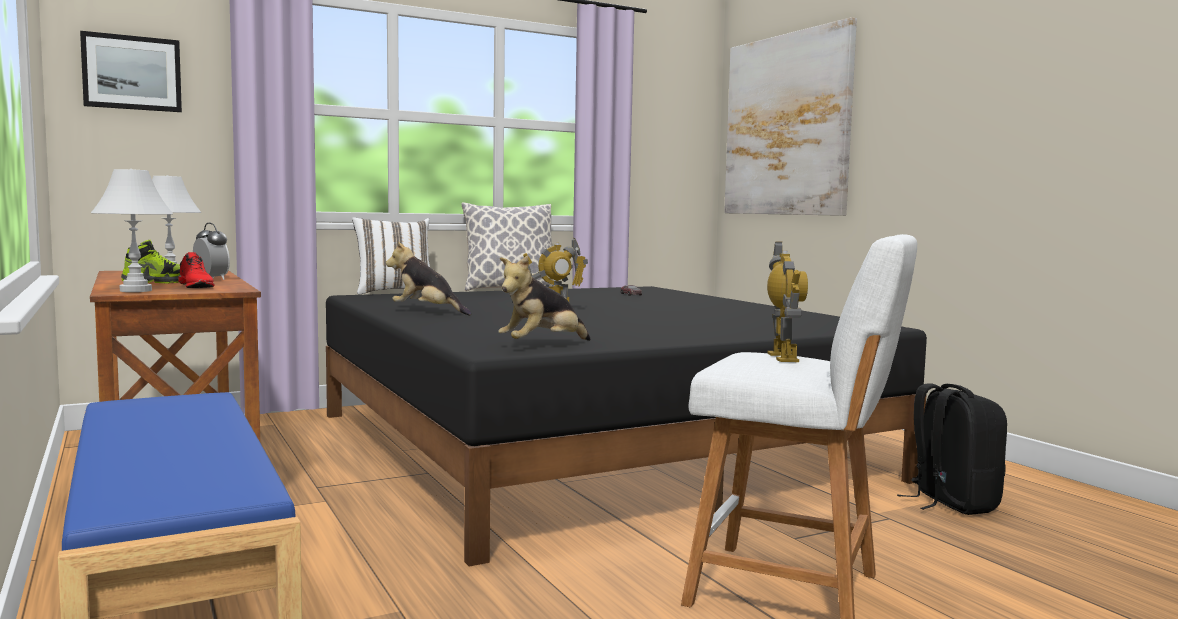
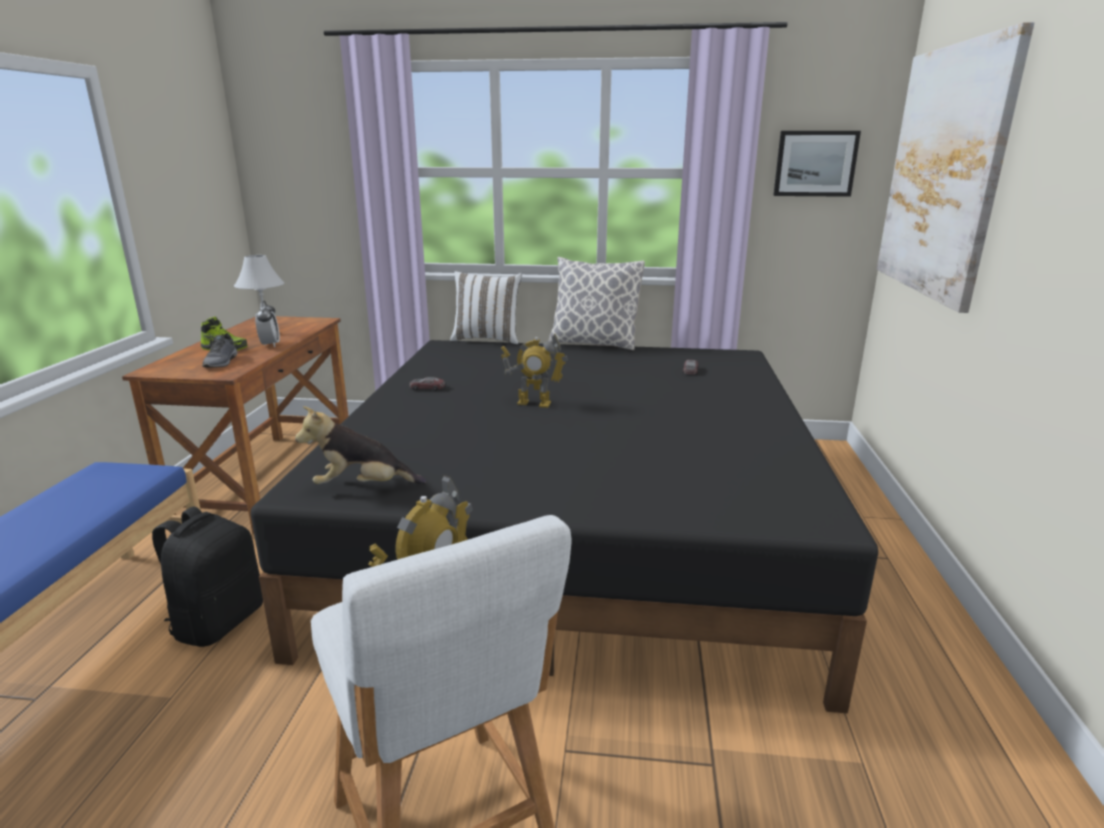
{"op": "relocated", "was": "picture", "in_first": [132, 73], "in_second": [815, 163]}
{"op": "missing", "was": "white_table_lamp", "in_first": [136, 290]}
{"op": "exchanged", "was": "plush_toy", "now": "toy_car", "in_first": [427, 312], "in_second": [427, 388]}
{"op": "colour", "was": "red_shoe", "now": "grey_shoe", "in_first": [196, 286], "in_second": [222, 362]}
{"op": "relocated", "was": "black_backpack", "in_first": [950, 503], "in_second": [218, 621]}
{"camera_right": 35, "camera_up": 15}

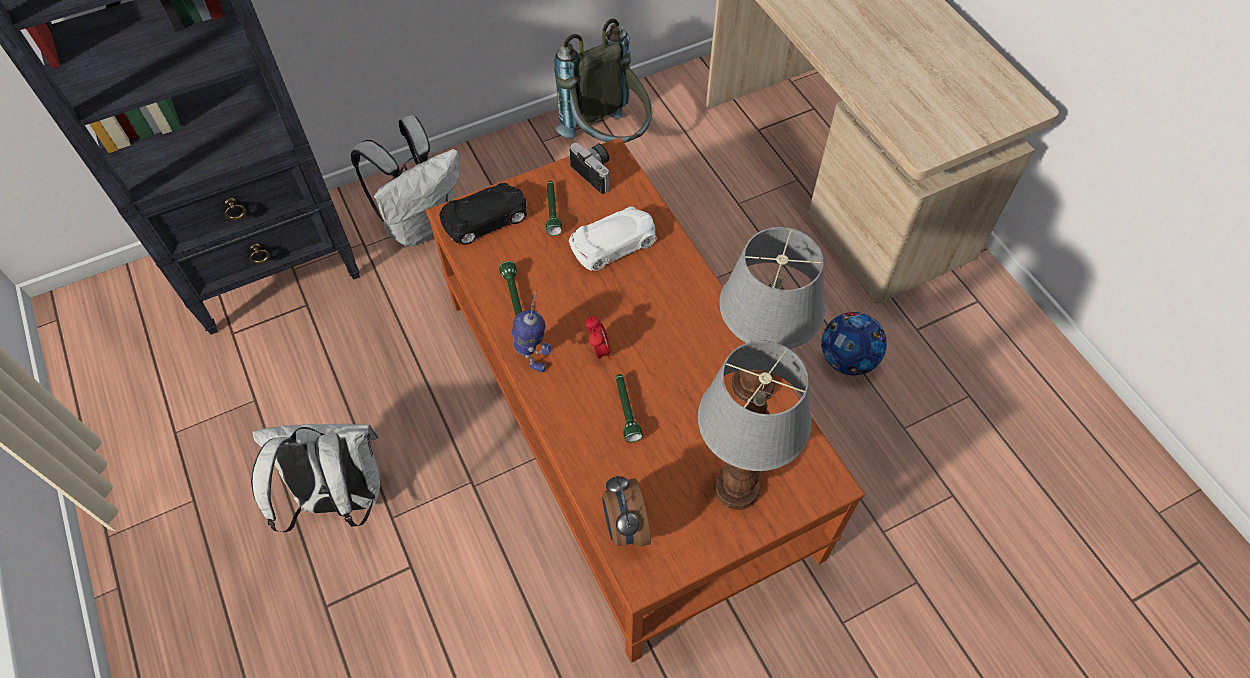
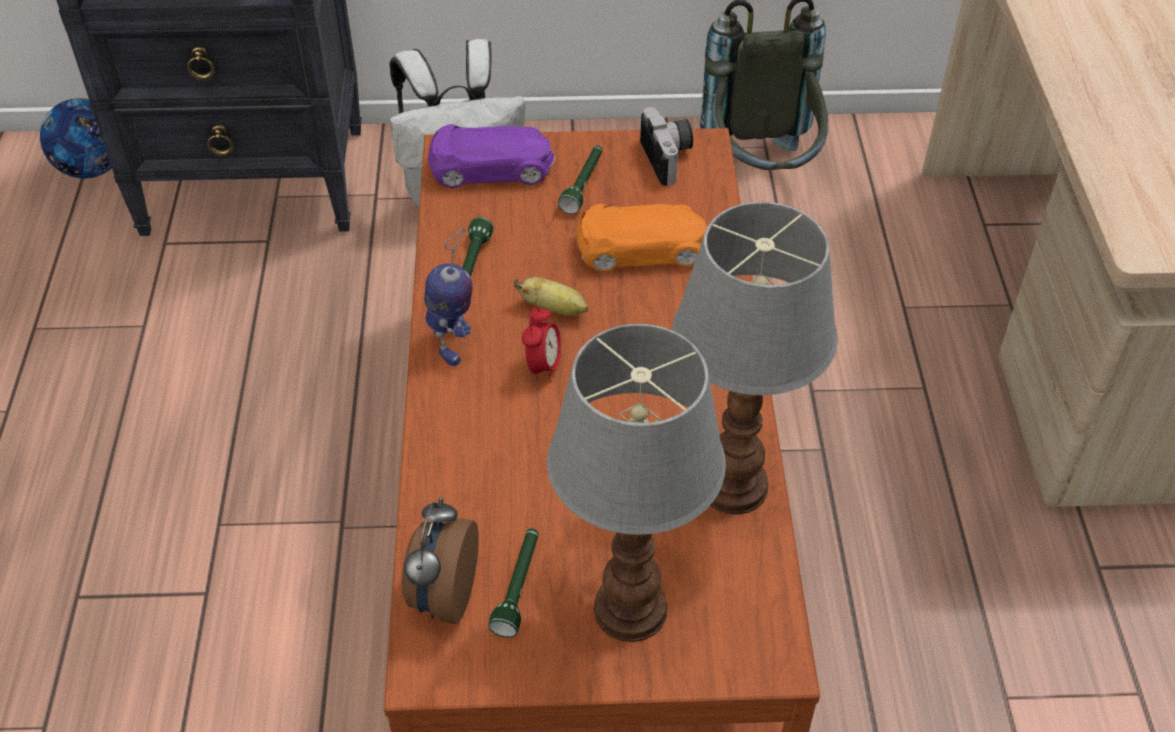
{"op": "colour", "was": "black_toy_car", "now": "purple_toy_car", "in_first": [486, 219], "in_second": [492, 168]}
{"op": "colour", "was": "white_toy_car", "now": "orange_toy_car", "in_first": [614, 244], "in_second": [642, 249]}
{"op": "relocated", "was": "football", "in_first": [847, 359], "in_second": [93, 169]}
{"op": "relocated", "was": "green_flashlight", "in_first": [626, 410], "in_second": [518, 587]}
{"op": "missing", "was": "white_backpack", "in_first": [339, 499]}
{"op": "appeared", "now": "banana", "in_second": [554, 309]}
{"camera_right": 25, "camera_up": -10}

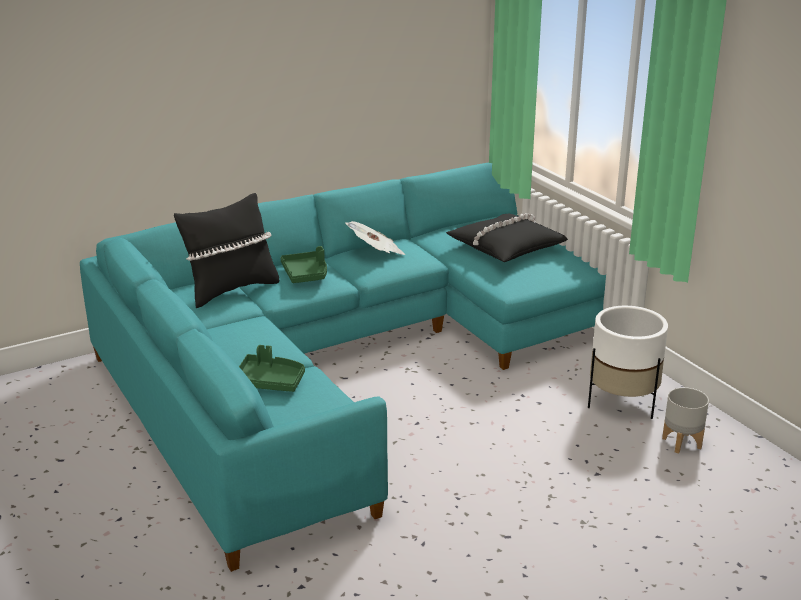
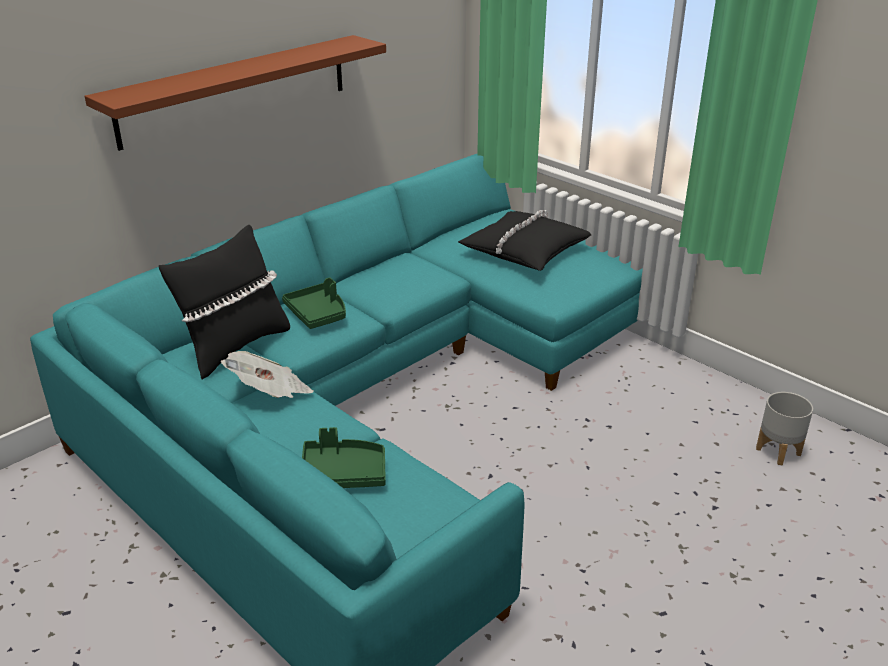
{"op": "relocated", "was": "newspaper", "in_first": [376, 252], "in_second": [270, 393]}
{"op": "missing", "was": "white_planter", "in_first": [622, 403]}
{"op": "appeared", "now": "brown_shelf", "in_second": [236, 90]}
{"camera_right": -15, "camera_up": 5}

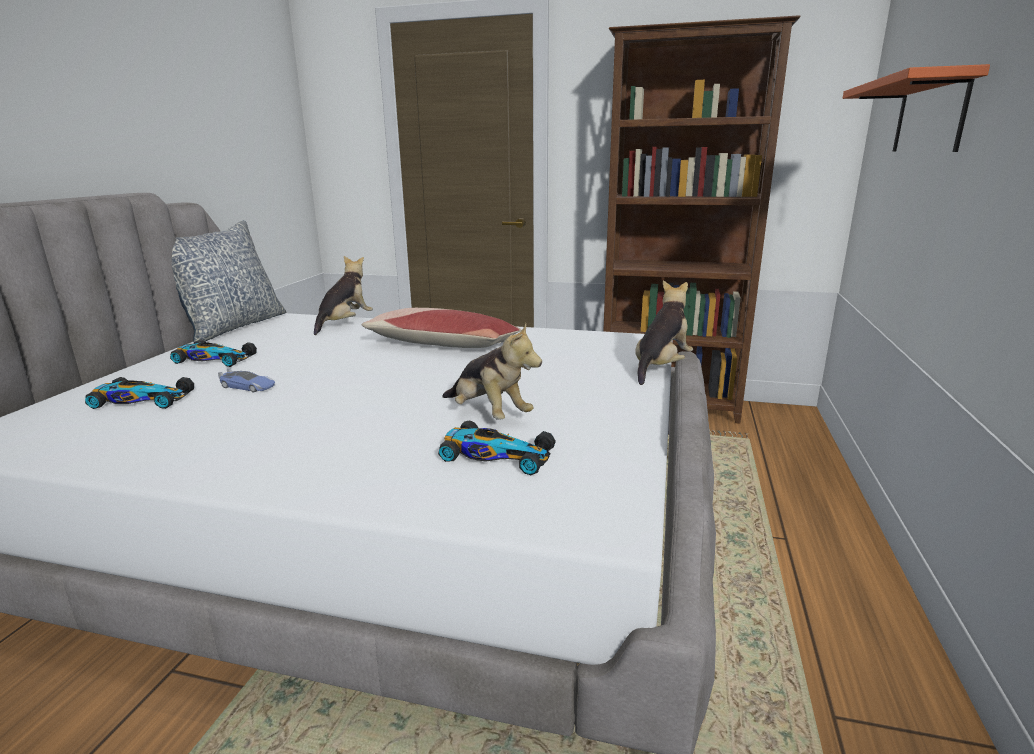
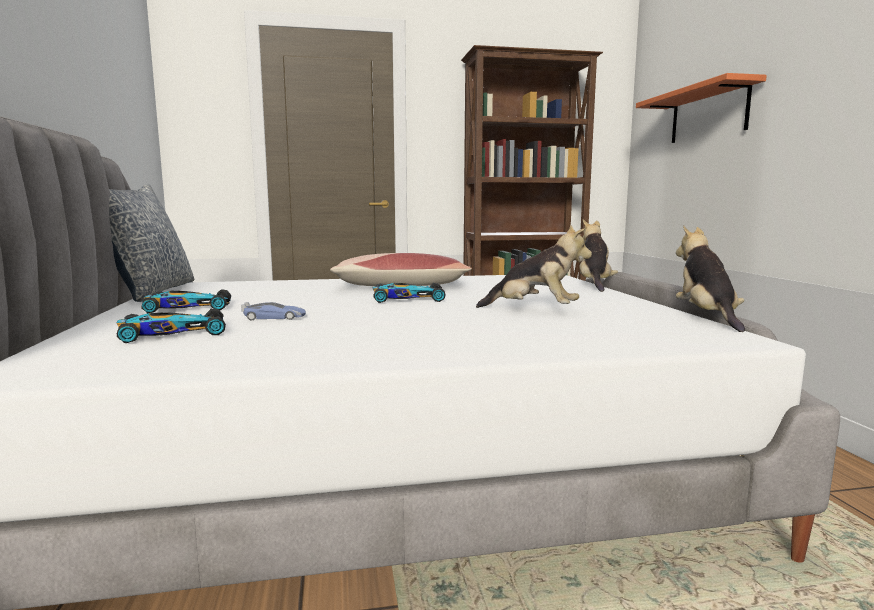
{"op": "relocated", "was": "plush_toy", "in_first": [345, 323], "in_second": [706, 317]}
{"op": "relocated", "was": "toy_car", "in_first": [495, 455], "in_second": [406, 299]}
{"camera_right": -25, "camera_up": -10}

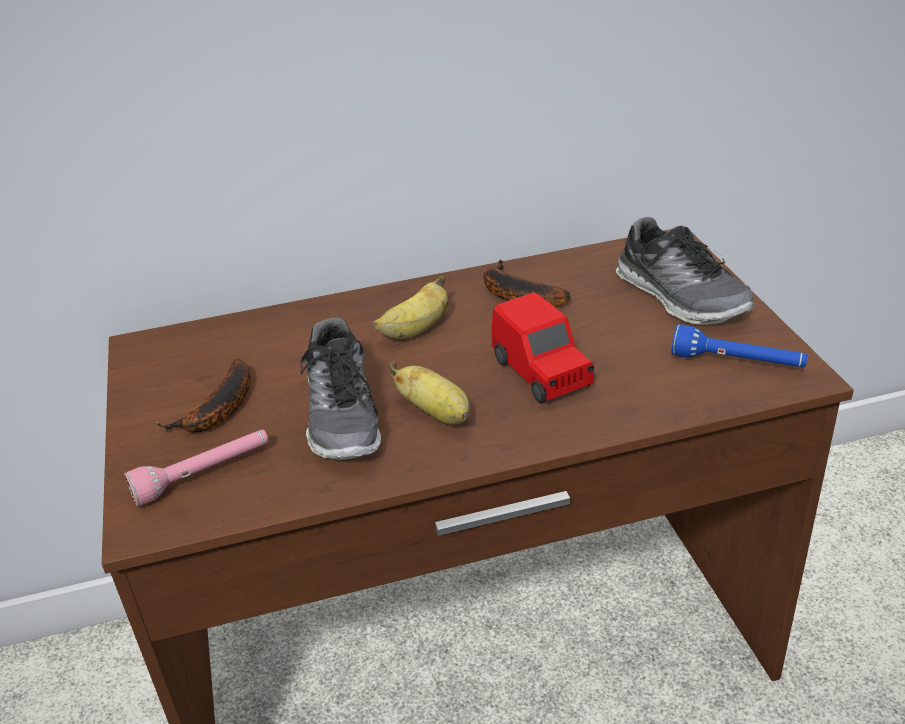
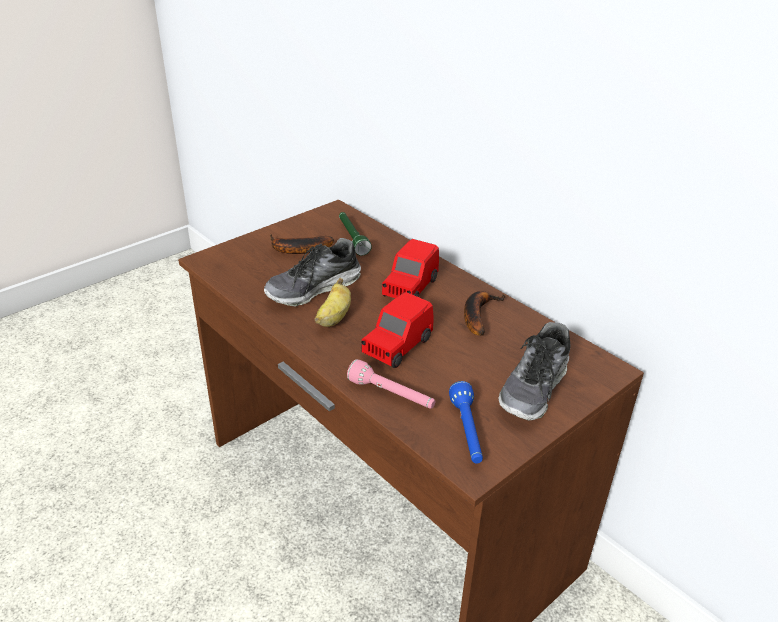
{"op": "exchanged", "was": "banana", "now": "red_toy_car", "in_first": [416, 330], "in_second": [410, 288]}
{"op": "relocated", "was": "pink_flashlight", "in_first": [204, 475], "in_second": [391, 395]}
{"op": "appeared", "now": "green_flashlight", "in_second": [352, 238]}
{"camera_right": 60, "camera_up": 0}

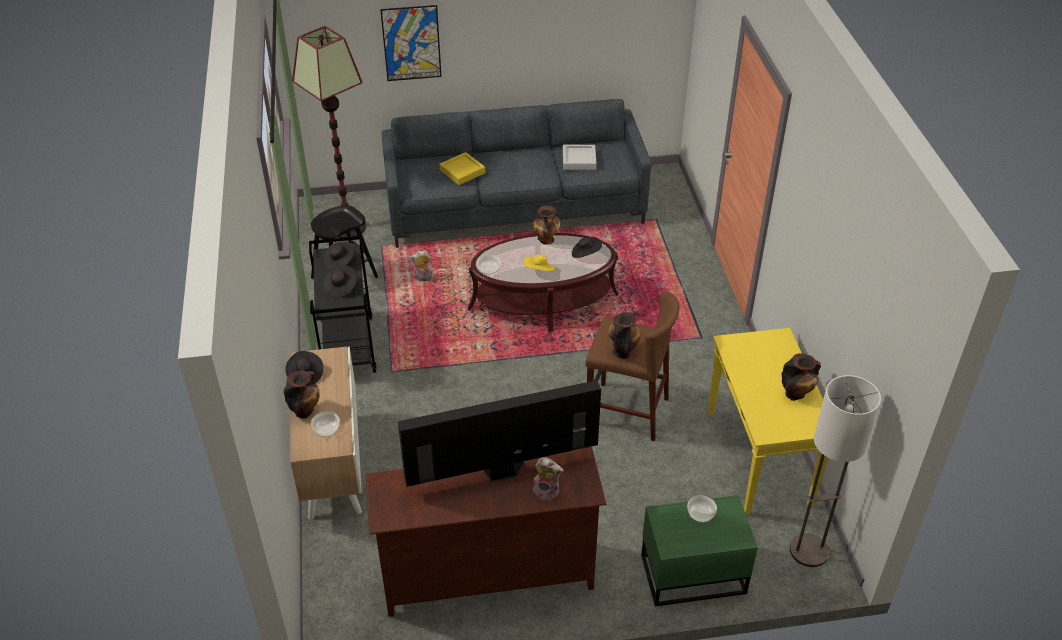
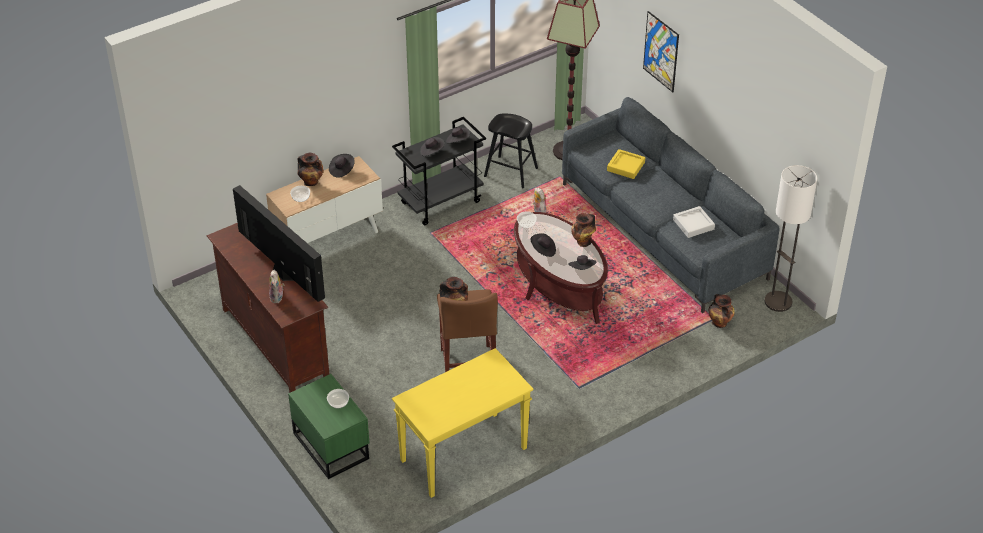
{"op": "colour", "was": "yellow_hat", "now": "black_hat", "in_first": [539, 271], "in_second": [543, 250]}
{"op": "relocated", "was": "vase", "in_first": [796, 393], "in_second": [719, 323]}
{"op": "relocated", "was": "floor_lamp", "in_first": [809, 550], "in_second": [778, 302]}
{"camera_right": 65, "camera_up": 0}

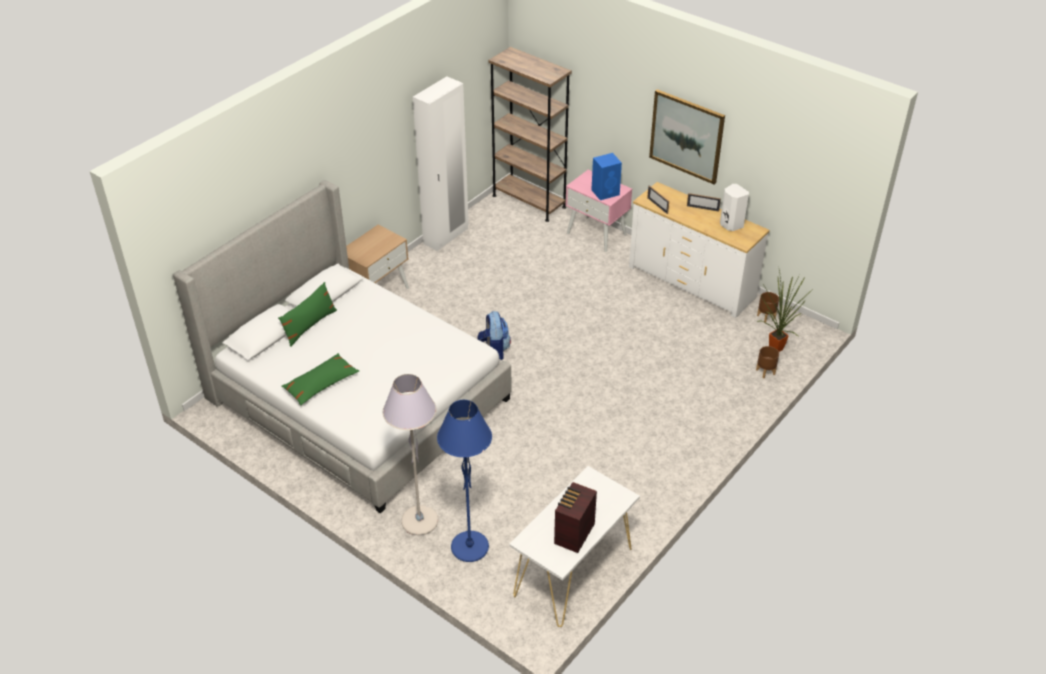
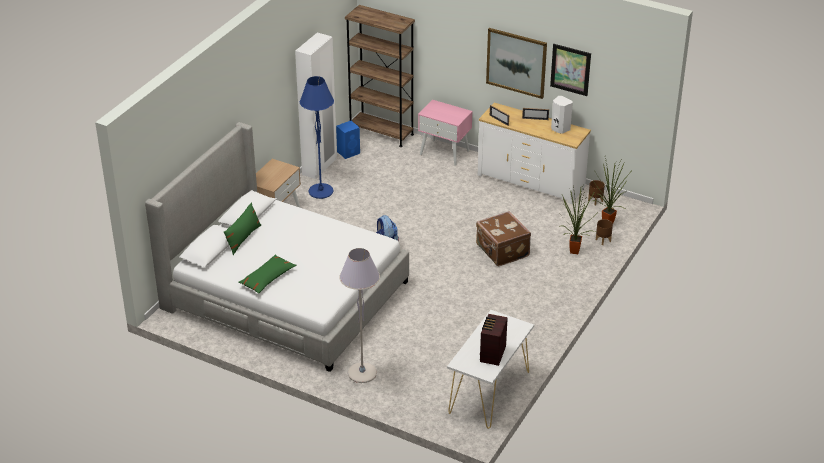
{"op": "relocated", "was": "blue_speaker", "in_first": [606, 192], "in_second": [349, 152]}
{"op": "relocated", "was": "blue_floor_lamp", "in_first": [469, 547], "in_second": [320, 191]}
{"op": "appeared", "now": "picture", "in_second": [570, 69]}
{"op": "appeared", "now": "potted_plant", "in_second": [572, 251]}
{"op": "appeared", "now": "brown_suitcase", "in_second": [502, 251]}
{"camera_right": -10, "camera_up": -5}

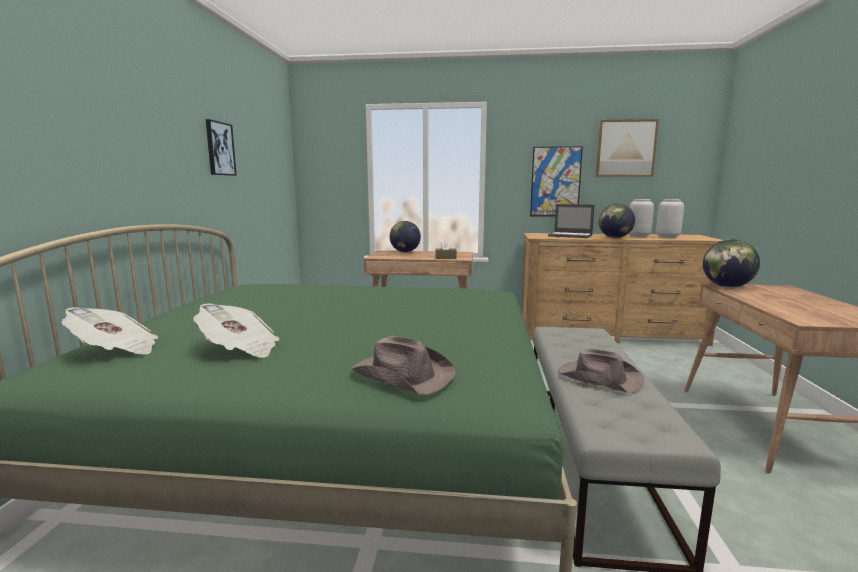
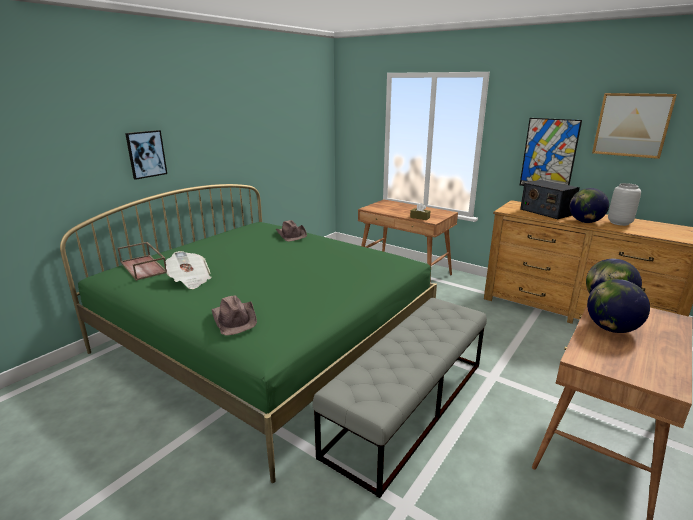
{"op": "relocated", "was": "picture", "in_first": [219, 149], "in_second": [146, 154]}
{"op": "missing", "was": "grey_vase", "in_first": [667, 237]}
{"op": "exchanged", "was": "laptop", "now": "radio", "in_first": [571, 235], "in_second": [546, 212]}
{"op": "relocated", "was": "globe", "in_first": [405, 252], "in_second": [611, 329]}
{"op": "exchanged", "was": "newspaper", "now": "brown_tray", "in_first": [116, 350], "in_second": [144, 267]}
{"op": "relocated", "was": "brown_hat", "in_first": [599, 377], "in_second": [291, 235]}
{"camera_right": 30, "camera_up": 10}

